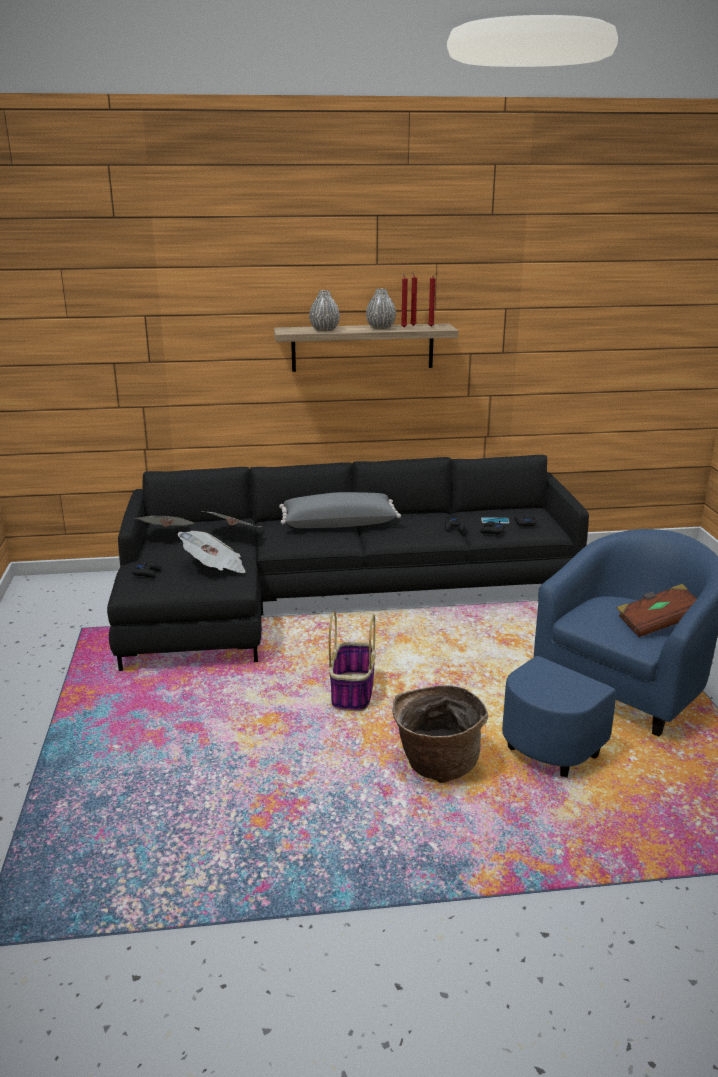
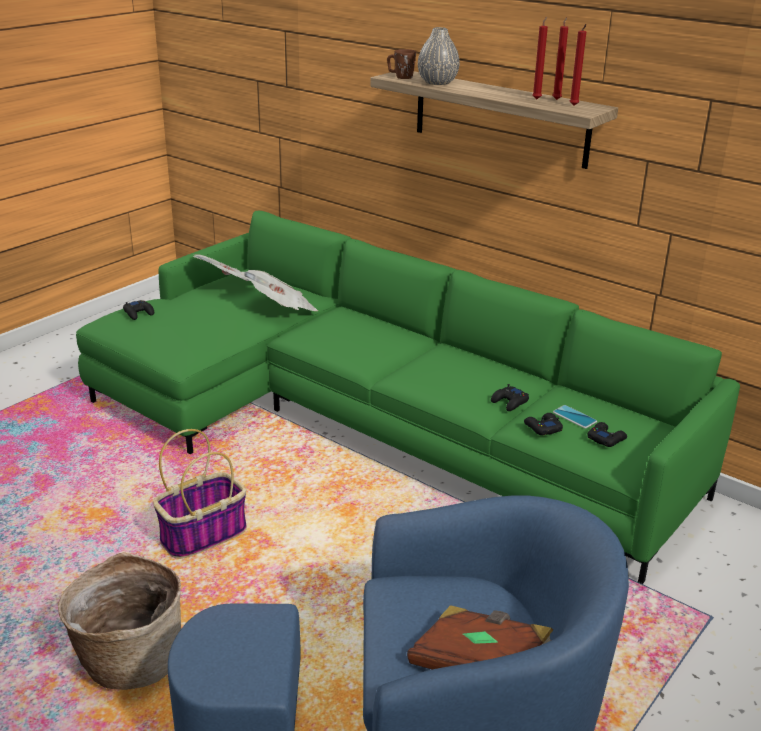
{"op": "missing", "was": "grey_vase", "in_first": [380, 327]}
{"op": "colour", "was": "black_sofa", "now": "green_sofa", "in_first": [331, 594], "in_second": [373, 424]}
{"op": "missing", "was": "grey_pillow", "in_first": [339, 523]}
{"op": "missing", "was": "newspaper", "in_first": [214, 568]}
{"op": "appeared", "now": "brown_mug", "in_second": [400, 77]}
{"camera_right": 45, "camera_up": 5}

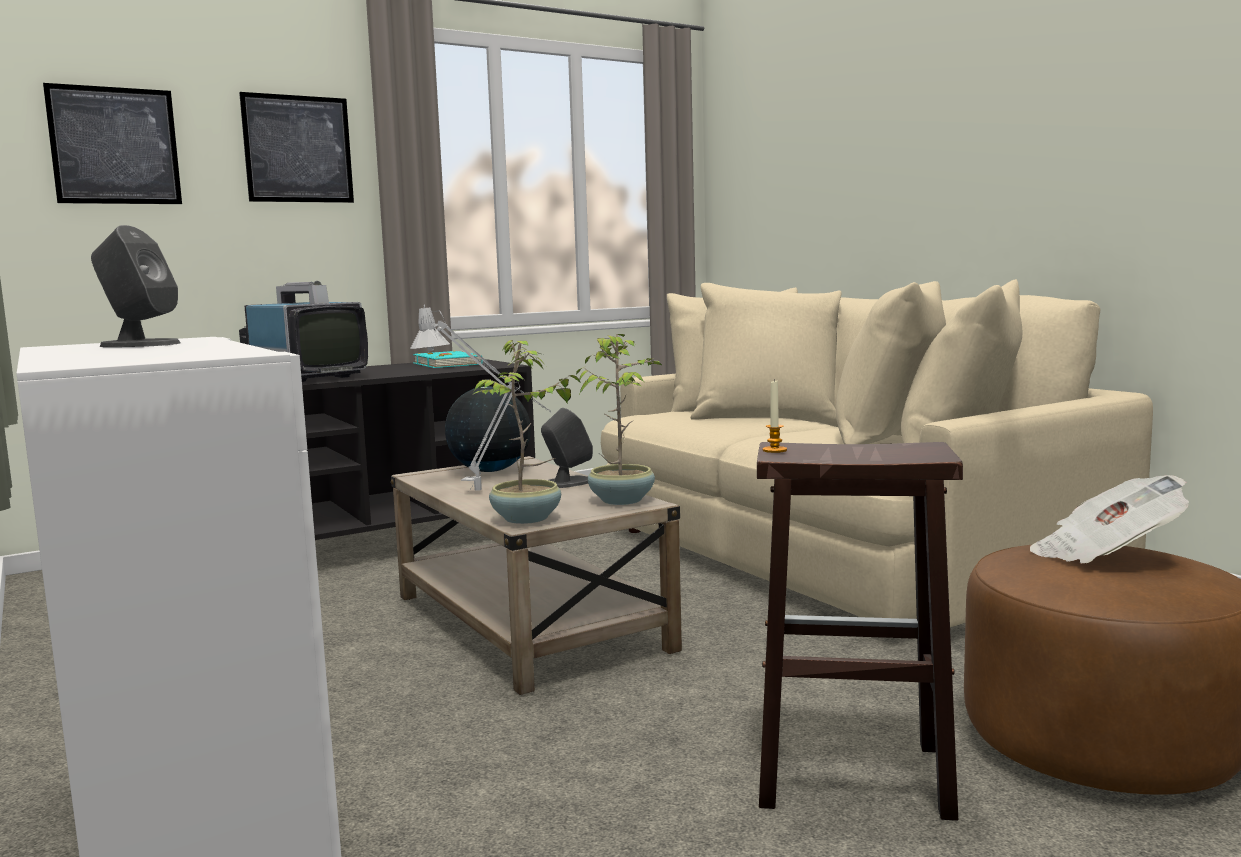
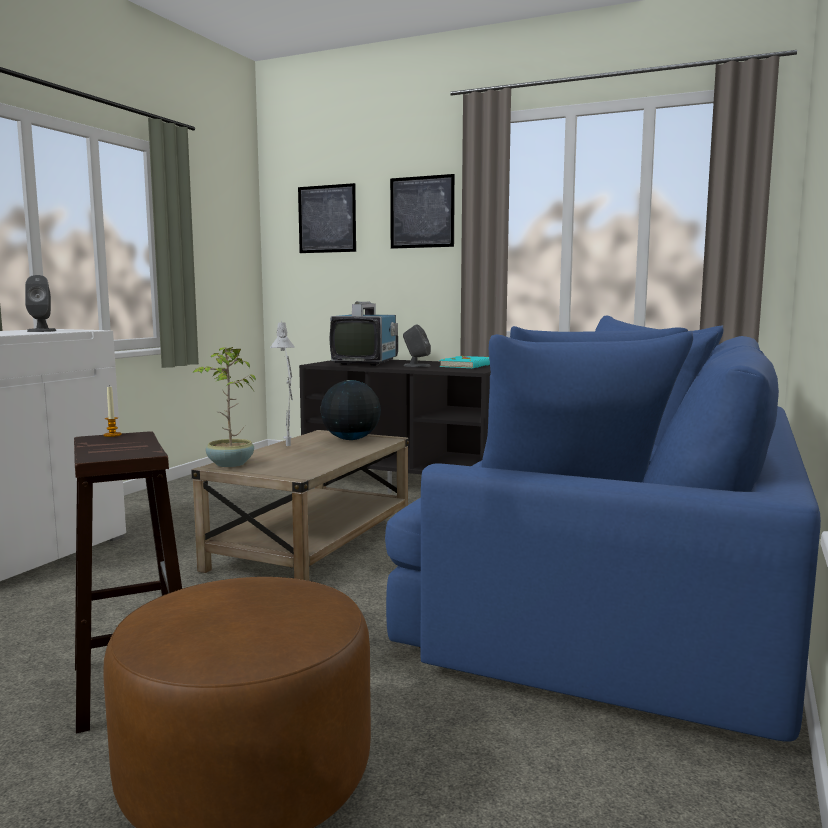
{"op": "colour", "was": "beige_sofa", "now": "blue_sofa", "in_first": [838, 549], "in_second": [615, 592]}
{"op": "missing", "was": "potted_plant", "in_first": [622, 500]}
{"op": "relocated", "was": "grey_speaker", "in_first": [567, 483], "in_second": [416, 365]}
{"op": "missing", "was": "newspaper", "in_first": [1105, 555]}
{"camera_right": 55, "camera_up": 0}

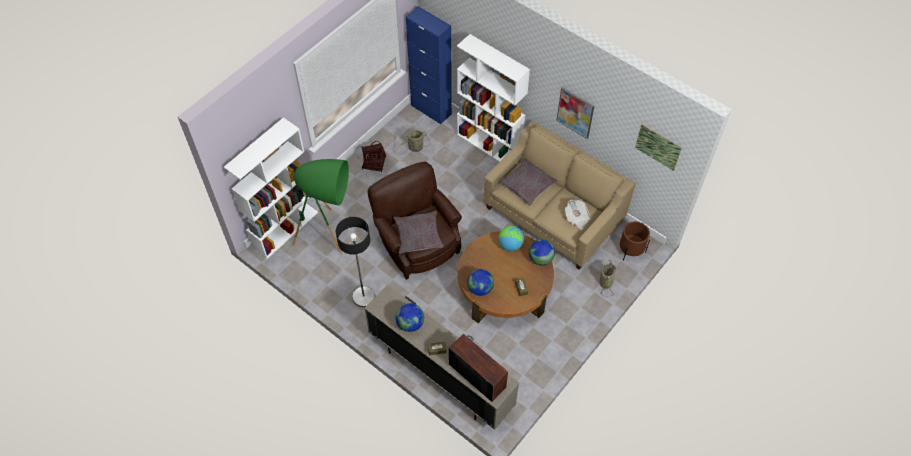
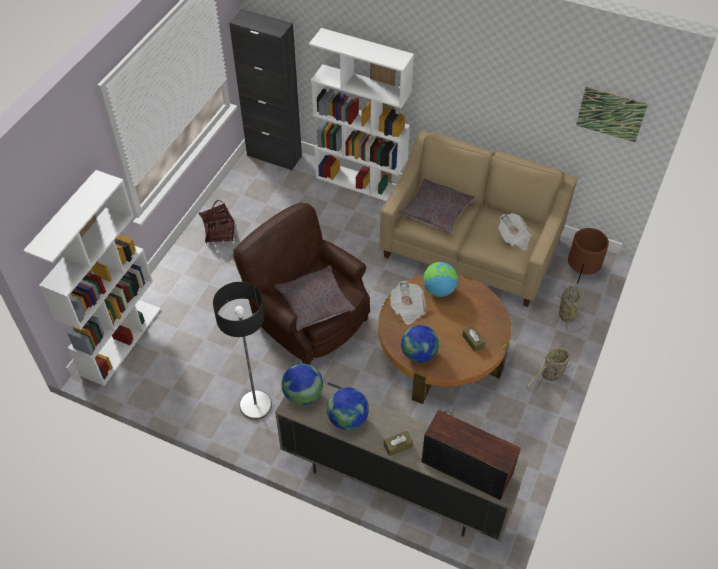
{"op": "colour", "was": "blue_cabinet", "now": "black_cabinet", "in_first": [431, 110], "in_second": [274, 156]}
{"op": "missing", "was": "picture", "in_first": [575, 112]}
{"op": "relocated", "was": "basket", "in_first": [414, 148], "in_second": [550, 375]}
{"op": "missing", "was": "green_floor_lamp", "in_first": [332, 238]}
{"op": "relocated", "was": "globe", "in_first": [540, 259], "in_second": [303, 395]}
{"op": "appeared", "now": "newspaper", "in_second": [407, 309]}
{"camera_right": -15, "camera_up": -5}

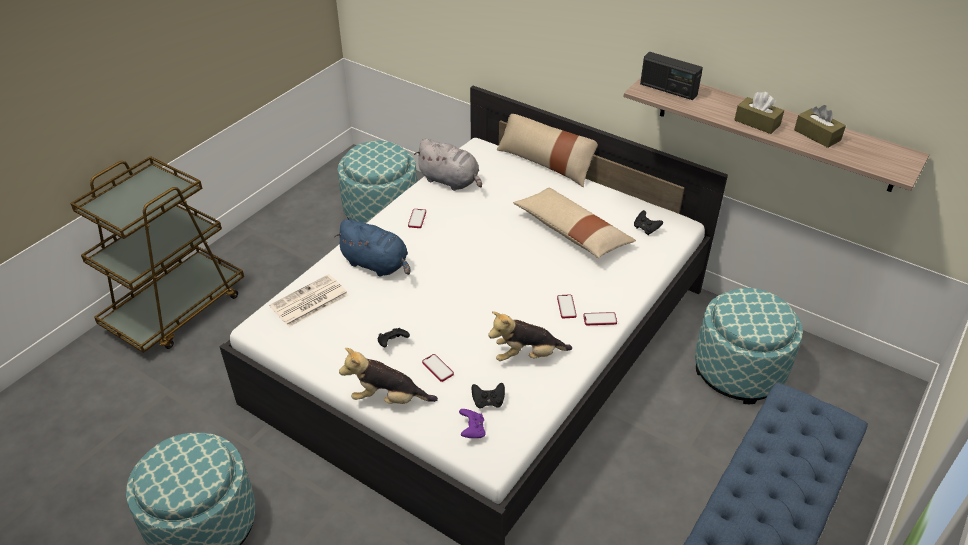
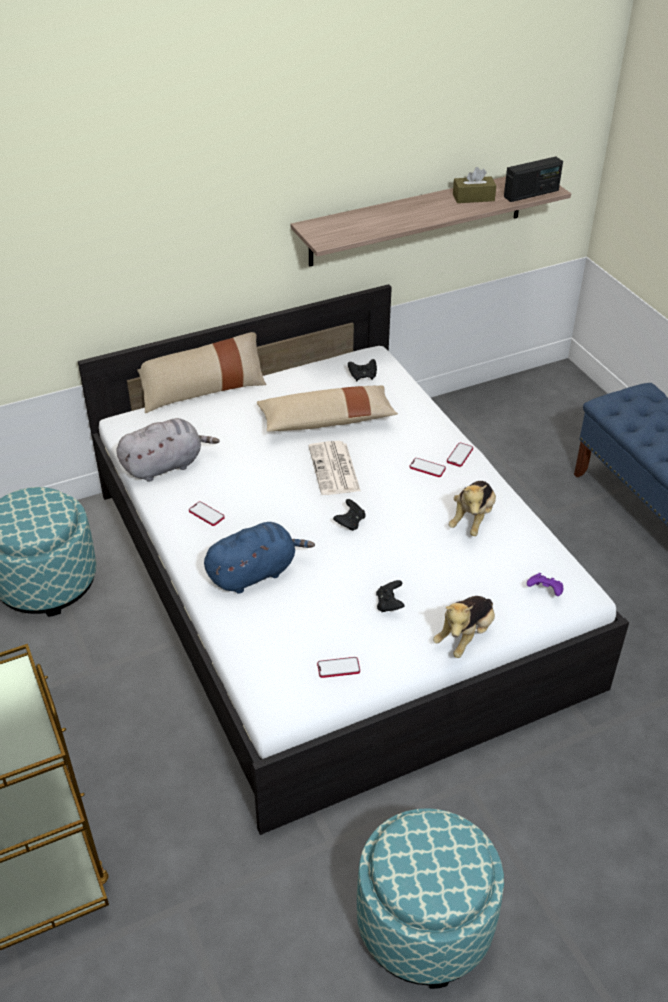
{"op": "relocated", "was": "radio", "in_first": [668, 89], "in_second": [531, 194]}
{"op": "missing", "was": "brown_tissue_box", "in_first": [757, 122]}
{"op": "relocated", "was": "newspaper", "in_first": [309, 302], "in_second": [335, 469]}
{"op": "missing", "was": "ottoman", "in_first": [739, 370]}
{"op": "relocated", "was": "phone", "in_first": [437, 368], "in_second": [338, 668]}
{"op": "relocated", "was": "black_game_controller", "in_first": [488, 401], "in_second": [350, 522]}
{"camera_right": -60, "camera_up": 0}

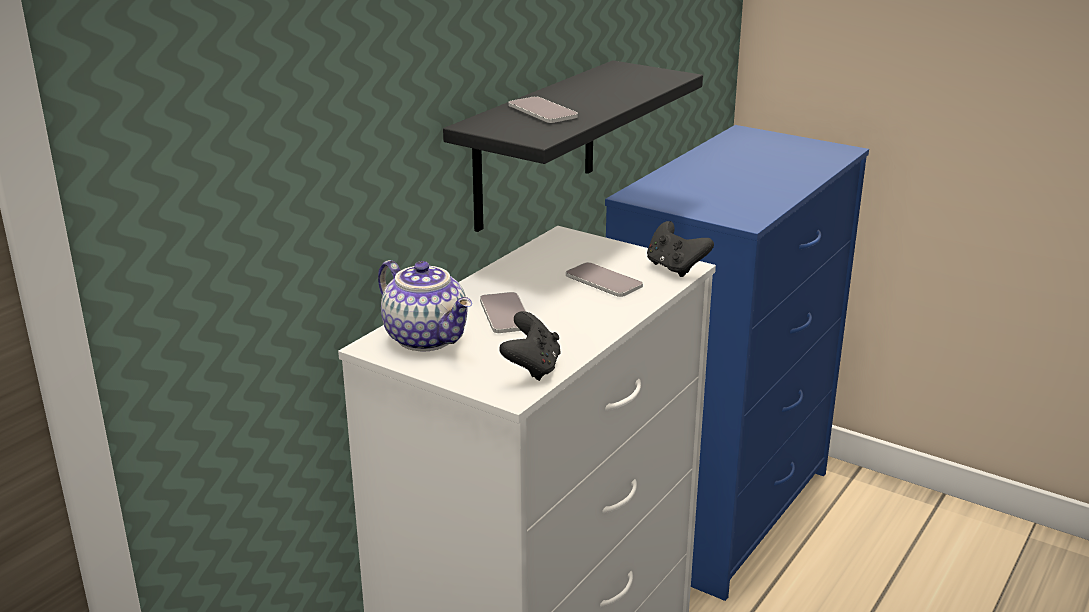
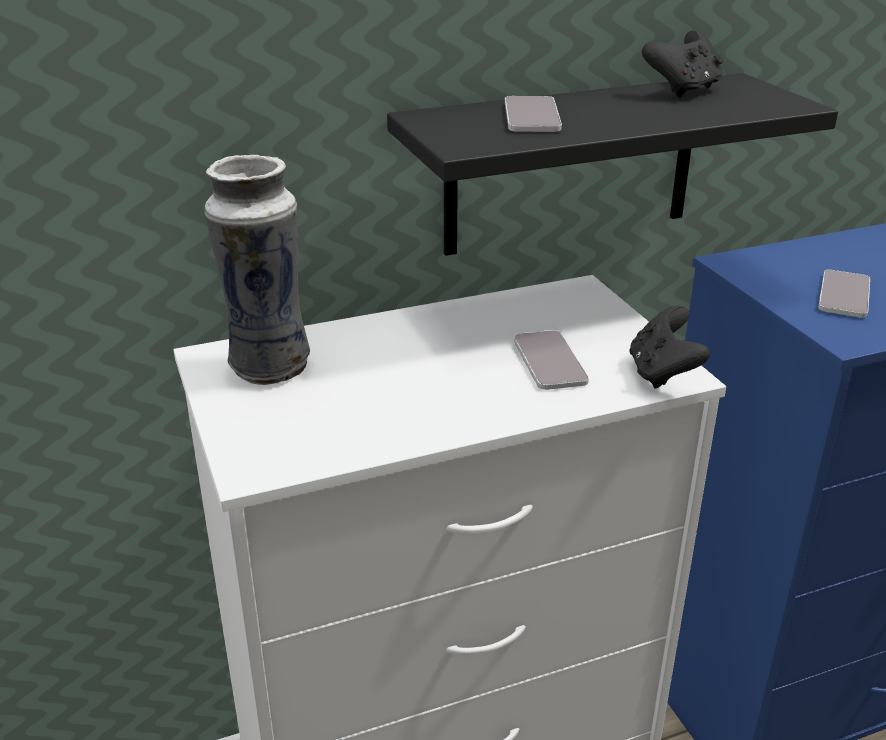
{"op": "exchanged", "was": "teapot", "now": "vase", "in_first": [428, 338], "in_second": [268, 366]}
{"op": "relocated", "was": "phone", "in_first": [505, 314], "in_second": [844, 295]}
{"op": "relocated", "was": "black_game_controller", "in_first": [532, 368], "in_second": [683, 90]}
{"camera_right": 35, "camera_up": 5}

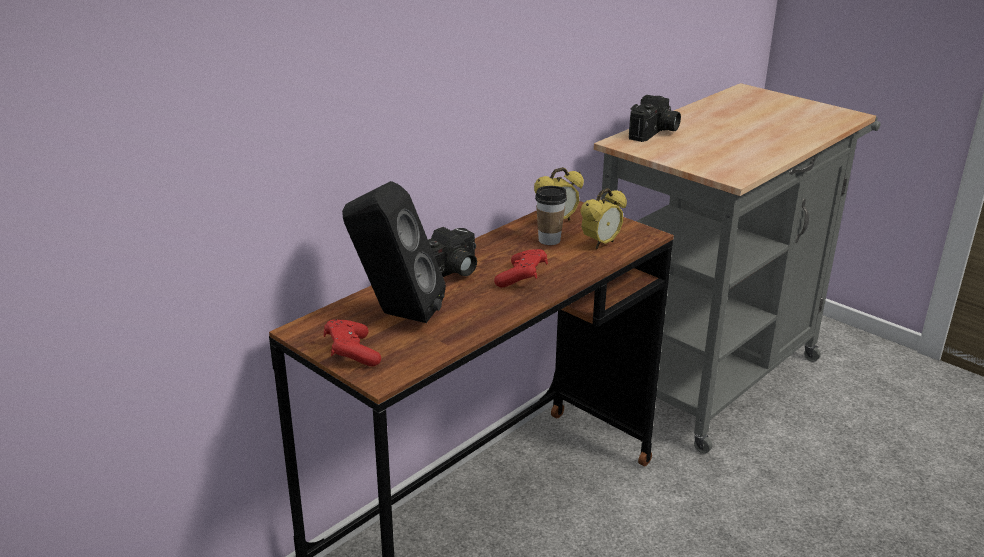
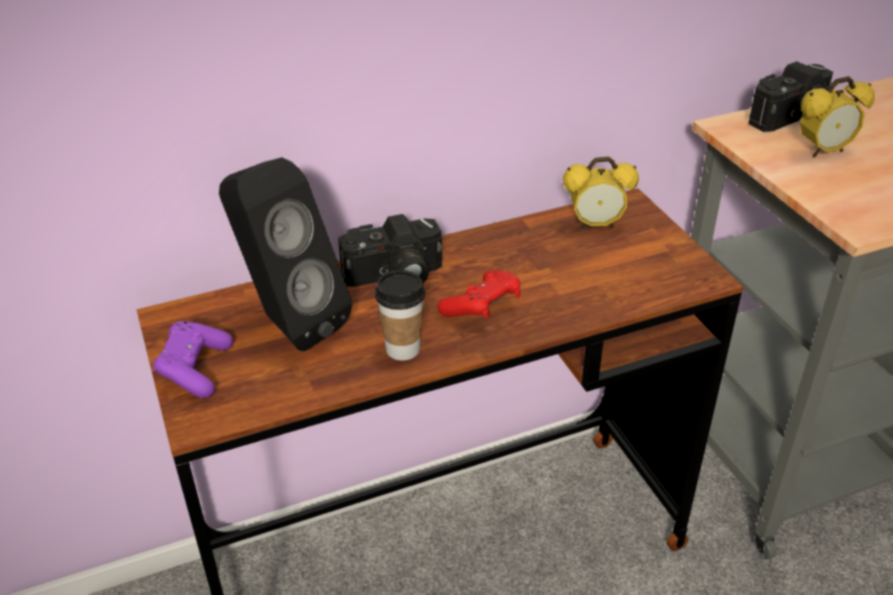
{"op": "relocated", "was": "cup", "in_first": [549, 240], "in_second": [402, 349]}
{"op": "relocated", "was": "alarm_clock", "in_first": [601, 244], "in_second": [824, 151]}
{"op": "colour", "was": "red_game_controller", "now": "purple_game_controller", "in_first": [351, 354], "in_second": [195, 370]}
{"camera_right": 25, "camera_up": 10}

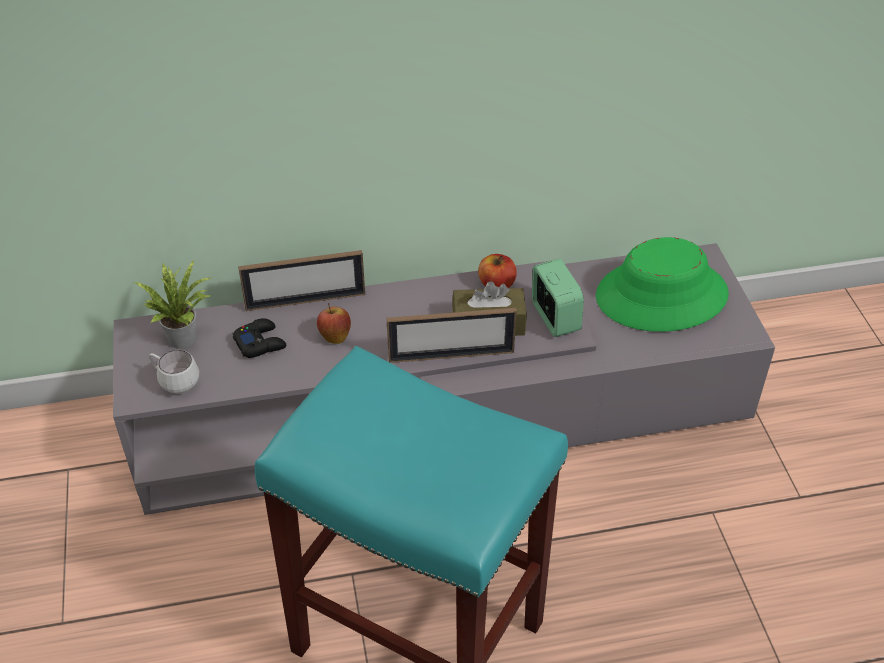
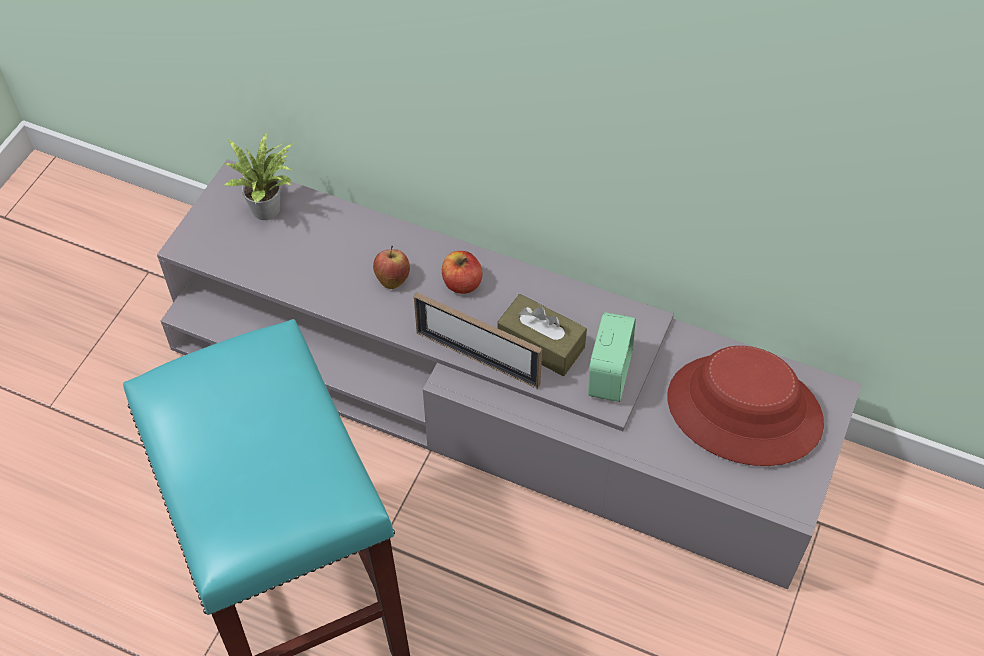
{"op": "colour", "was": "green_hat", "now": "red_hat", "in_first": [661, 296], "in_second": [743, 411]}
{"op": "missing", "was": "picture_frame", "in_first": [305, 301]}
{"op": "relocated", "was": "apple", "in_first": [496, 284], "in_second": [461, 283]}
{"op": "missing", "was": "black_game_controller", "in_first": [260, 343]}
{"op": "missing", "was": "white_mug", "in_first": [174, 382]}
{"camera_right": 35, "camera_up": 10}

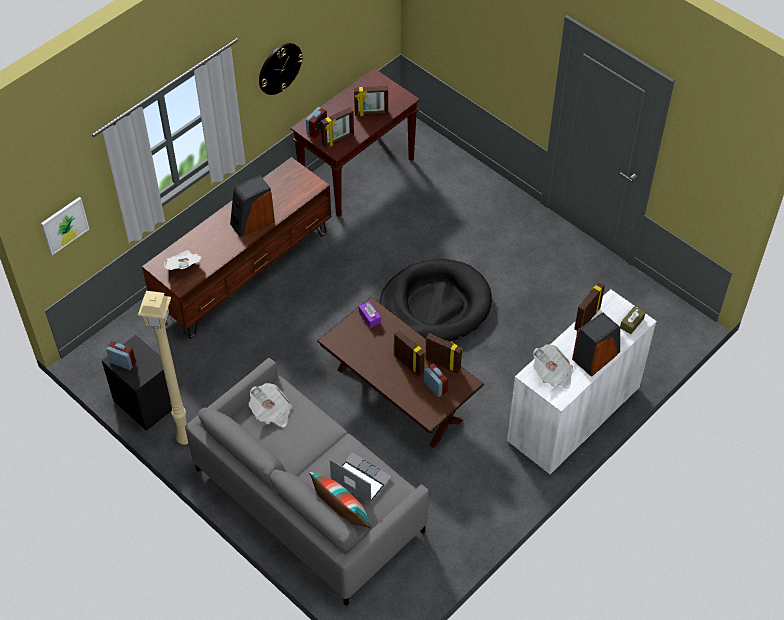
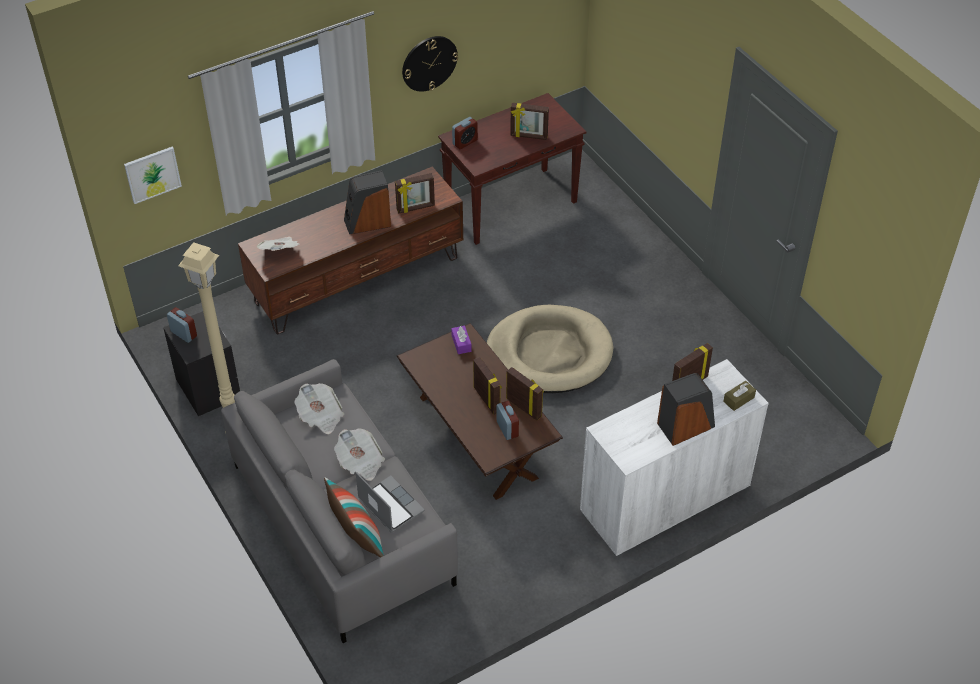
{"op": "relocated", "was": "picture_frame", "in_first": [338, 140], "in_second": [415, 208]}
{"op": "colour", "was": "black_dog_bed", "now": "beige_dog_bed", "in_first": [435, 305], "in_second": [549, 353]}
{"op": "relocated", "was": "newspaper", "in_first": [552, 374], "in_second": [360, 462]}
{"camera_right": 15, "camera_up": -5}

